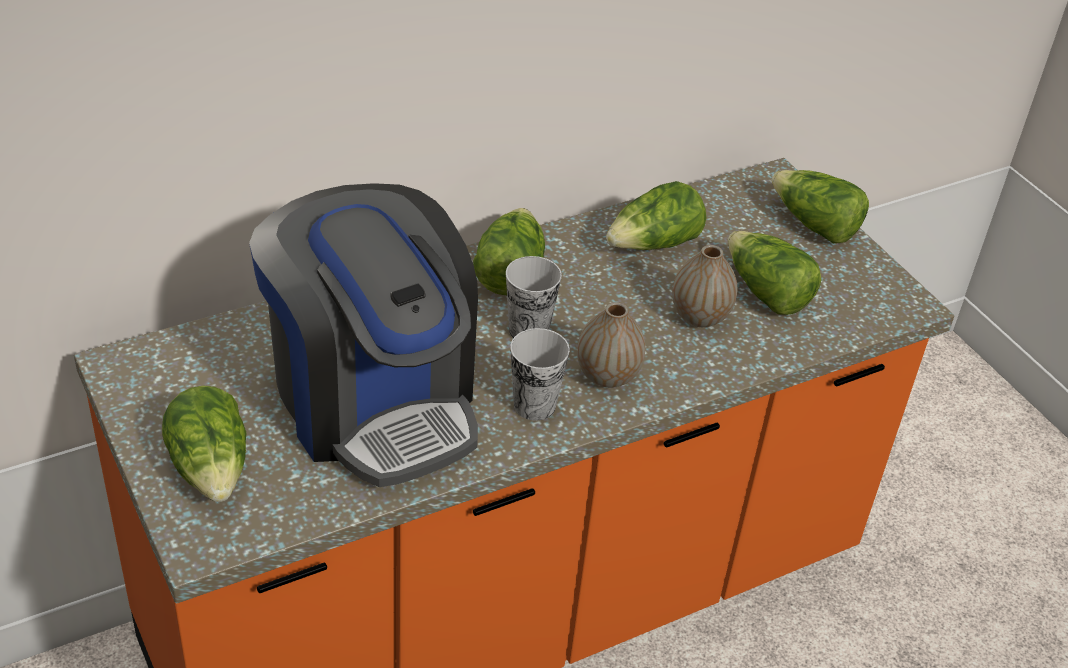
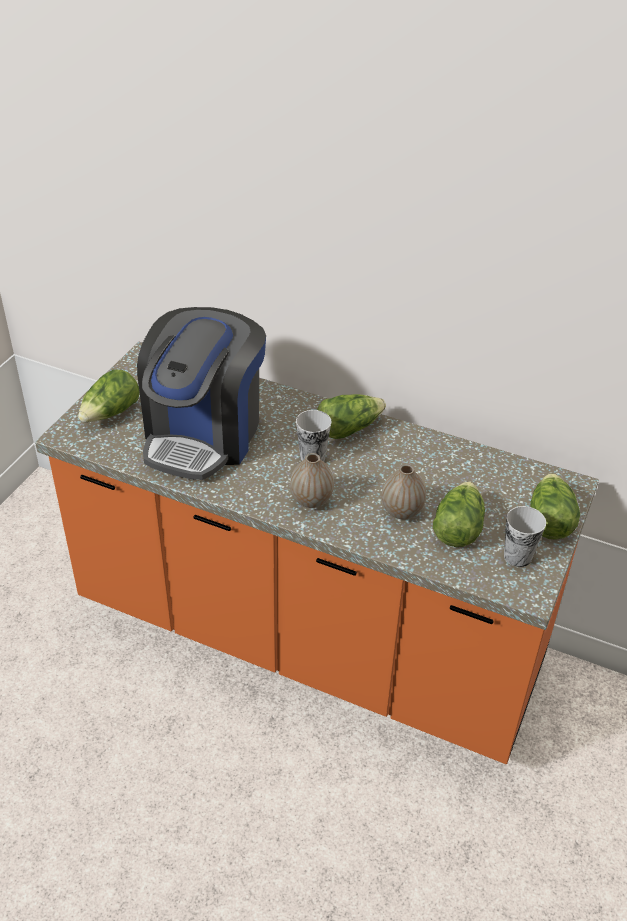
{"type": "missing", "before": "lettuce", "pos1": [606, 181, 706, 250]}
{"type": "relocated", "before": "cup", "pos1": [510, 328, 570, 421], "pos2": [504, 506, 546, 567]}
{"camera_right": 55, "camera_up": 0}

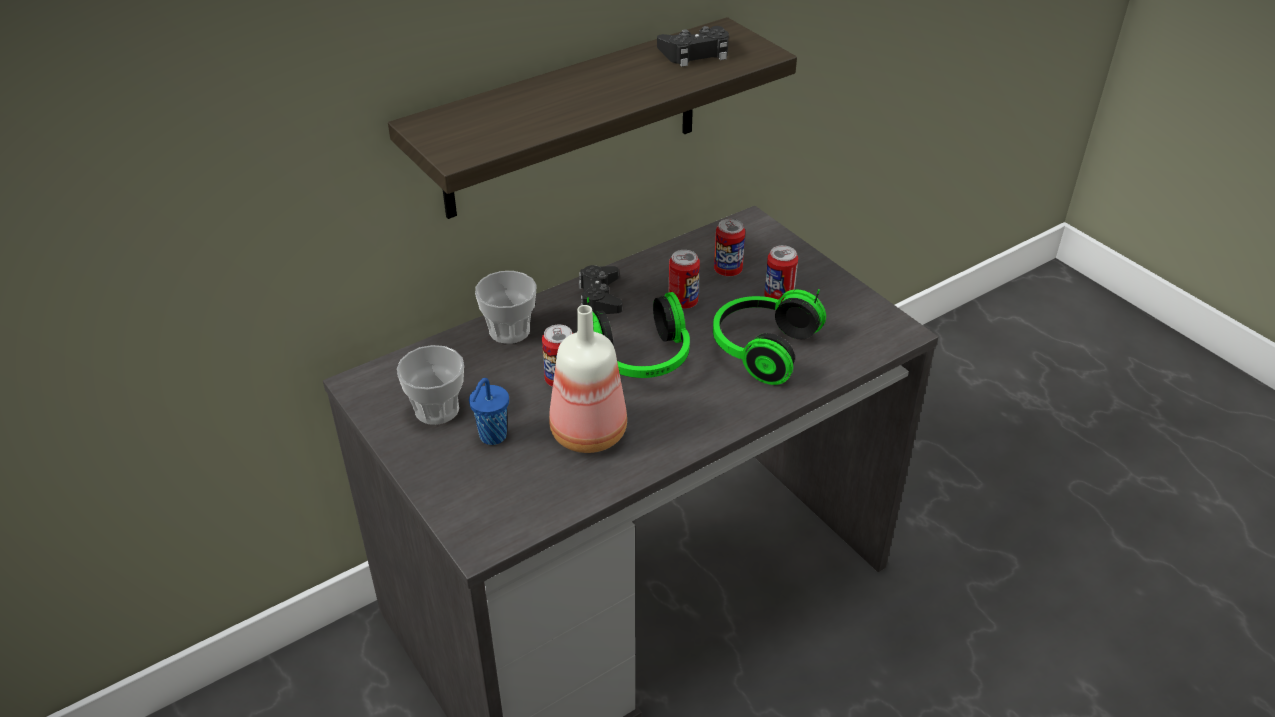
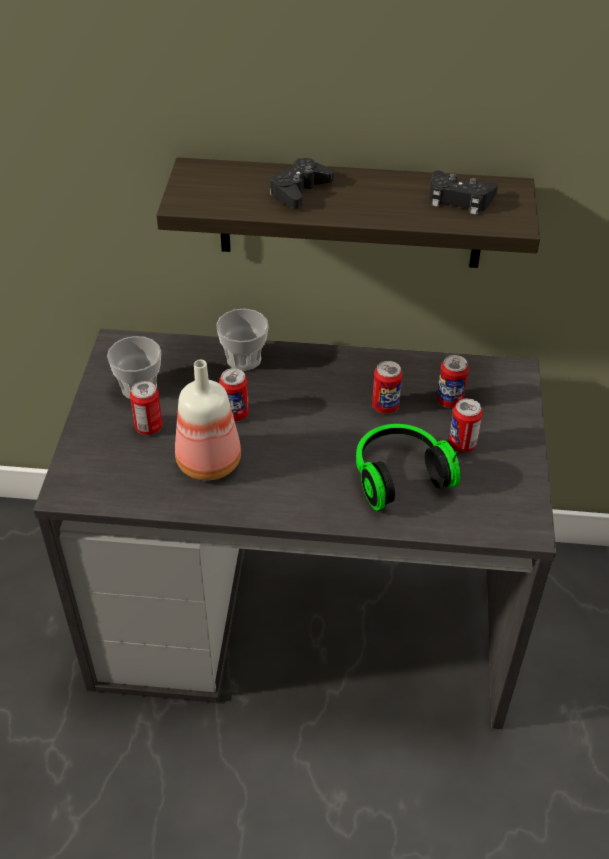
{"type": "missing", "before": "headphones", "pos1": [587, 292, 690, 378]}
{"type": "relocated", "before": "black game controller", "pos1": [579, 265, 623, 314], "pos2": [270, 158, 334, 208]}
{"type": "exchanged", "before": "blue cup", "after": "can", "pos1": [469, 378, 509, 445], "pos2": [130, 381, 163, 435]}
{"camera_right": 40, "camera_up": 5}

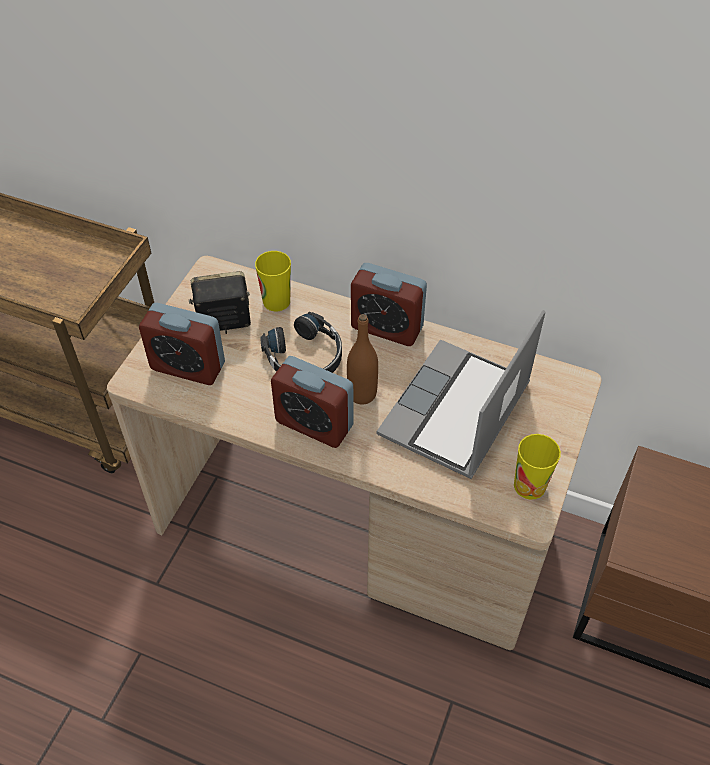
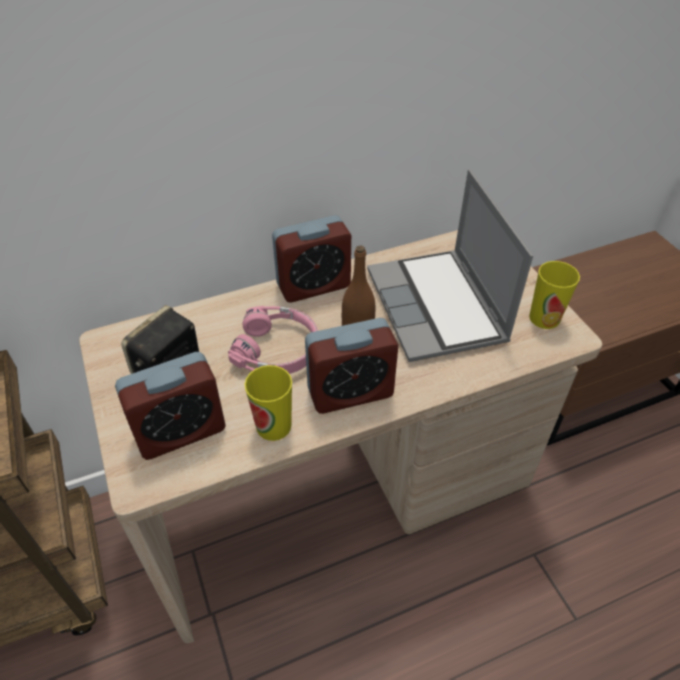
{"type": "relocated", "before": "cup", "pos1": [255, 251, 291, 311], "pos2": [245, 365, 292, 441]}
{"type": "colour", "before": "black headphones", "after": "pink headphones", "pos1": [260, 312, 342, 373], "pos2": [228, 306, 318, 374]}
{"camera_right": -45, "camera_up": -5}

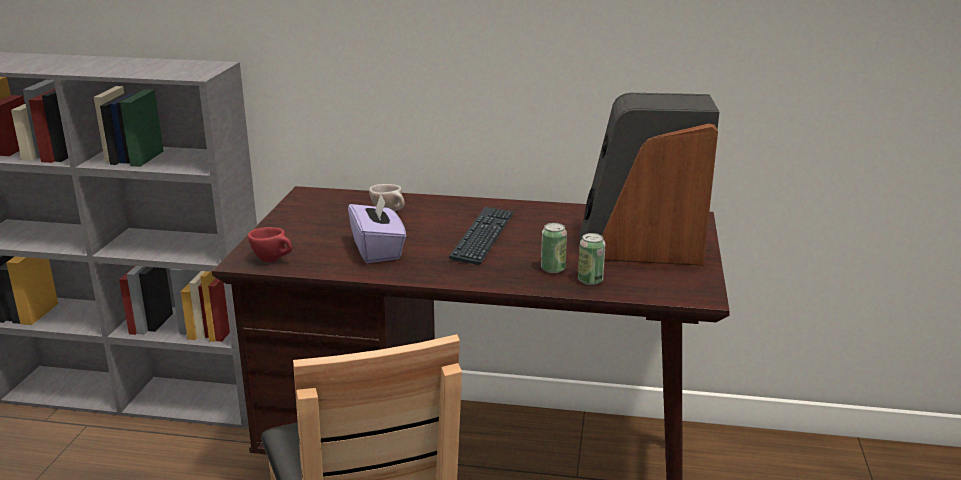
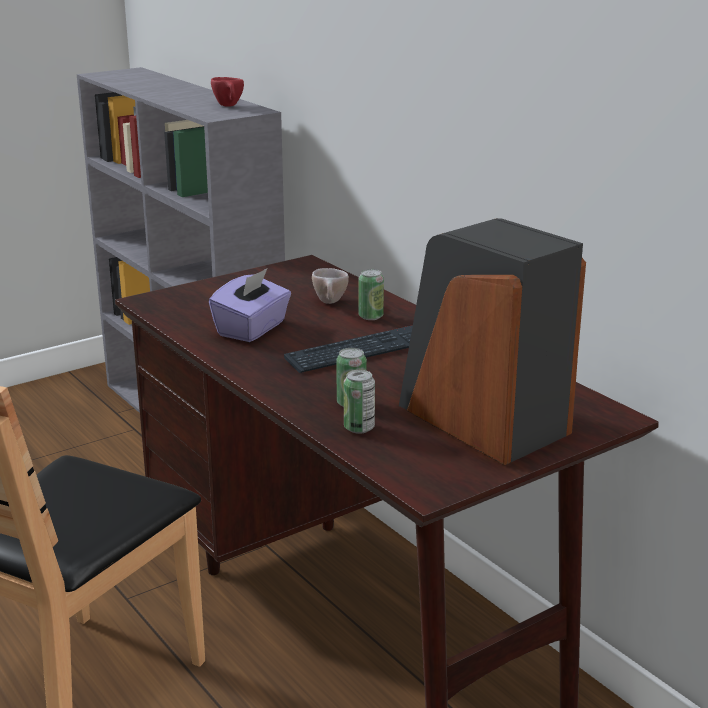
{"type": "appeared", "after": "can", "pos2": [359, 269, 384, 320]}
{"type": "relocated", "before": "red cup", "pos1": [248, 227, 292, 262], "pos2": [211, 77, 244, 107]}
{"camera_right": 45, "camera_up": 0}

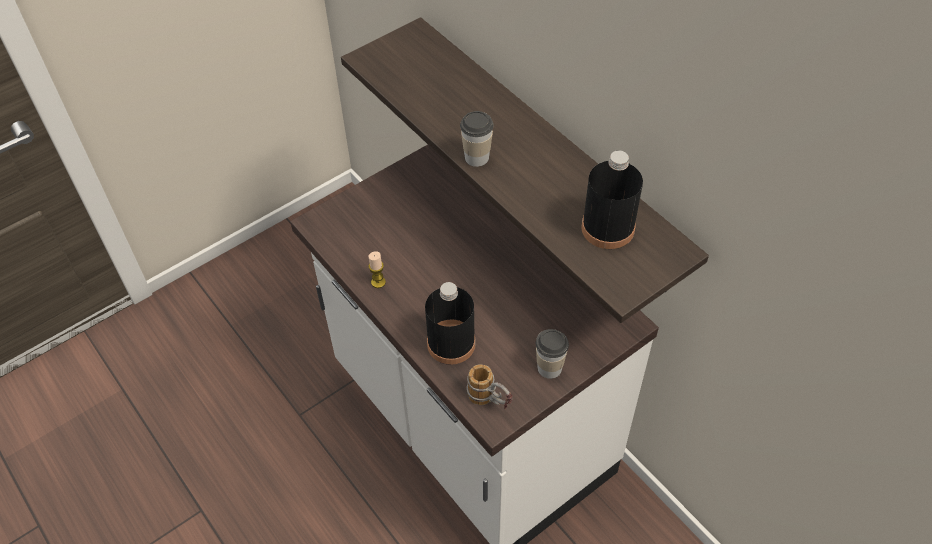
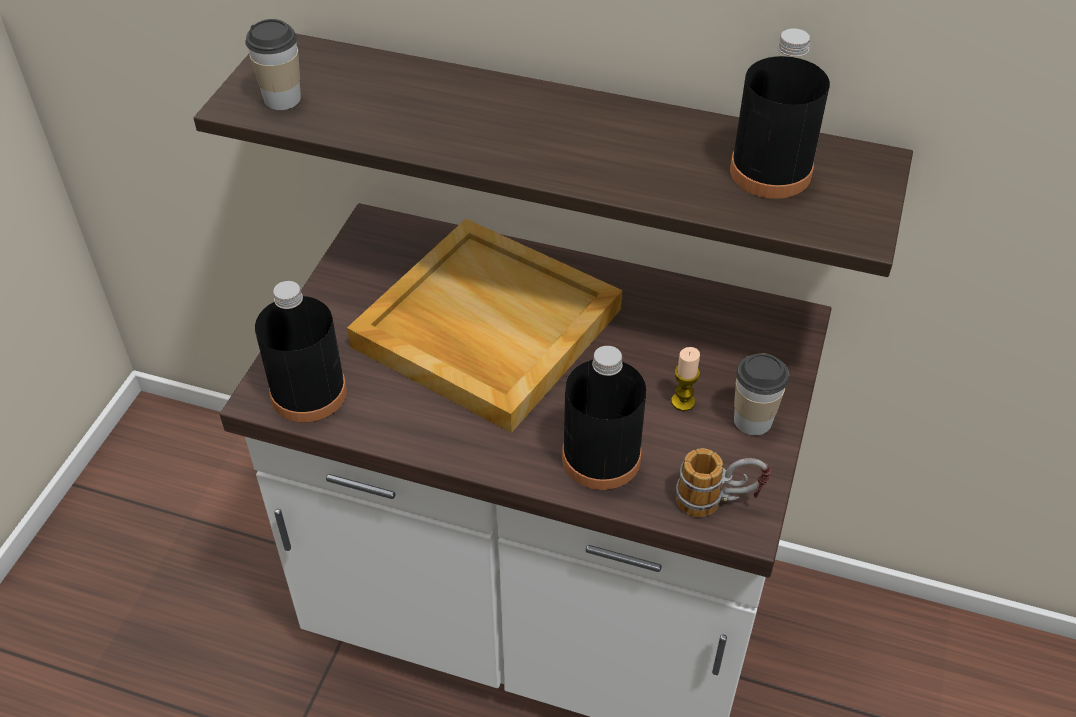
{"type": "appeared", "after": "black bottle", "pos2": [255, 281, 347, 423]}
{"type": "appeared", "after": "beige tray", "pos2": [347, 219, 622, 433]}
{"type": "relocated", "before": "candle", "pos1": [368, 251, 386, 288], "pos2": [671, 347, 700, 411]}
{"type": "relocated", "before": "cup", "pos1": [460, 111, 494, 167], "pos2": [245, 19, 301, 110]}
{"camera_right": -35, "camera_up": -5}

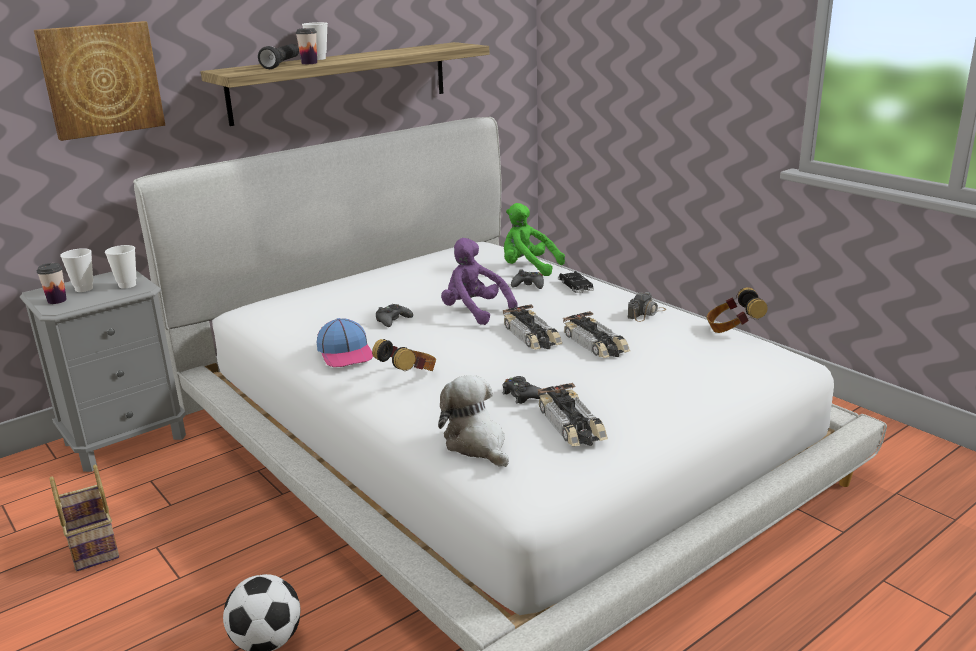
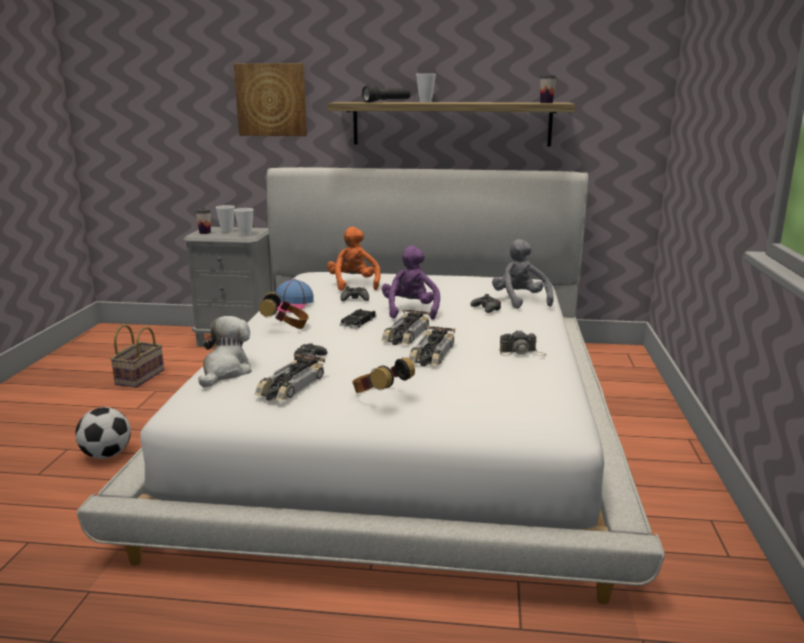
{"type": "appeared", "after": "orange plush toy", "pos2": [327, 227, 381, 291]}
{"type": "relocated", "before": "cup", "pos1": [296, 28, 317, 64], "pos2": [540, 75, 556, 103]}
{"type": "relocated", "before": "black toy car", "pos1": [558, 271, 594, 293], "pos2": [340, 309, 377, 328]}
{"type": "relocated", "before": "headphones", "pos1": [707, 287, 768, 333], "pos2": [352, 357, 415, 393]}
{"type": "colour", "before": "green plush toy", "after": "grey plush toy", "pos1": [504, 203, 565, 276], "pos2": [492, 239, 554, 309]}
{"camera_right": 45, "camera_up": -5}

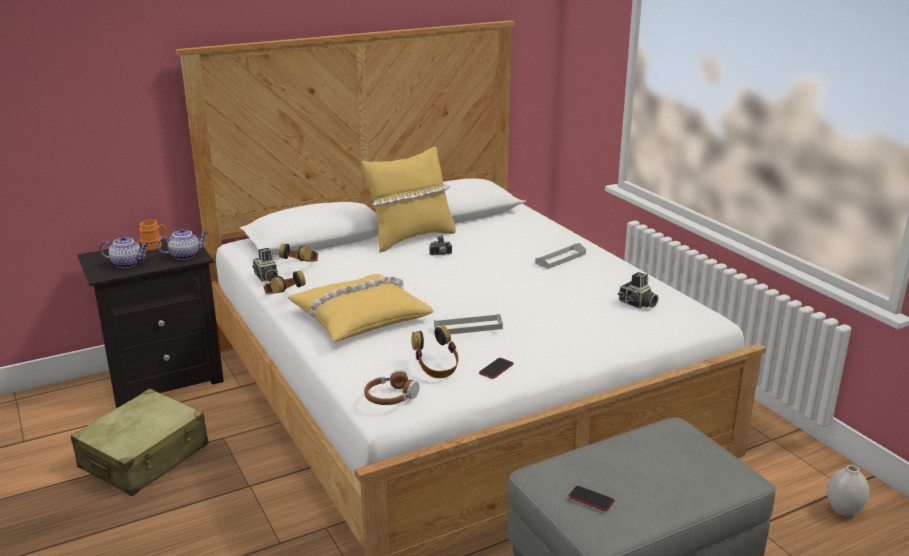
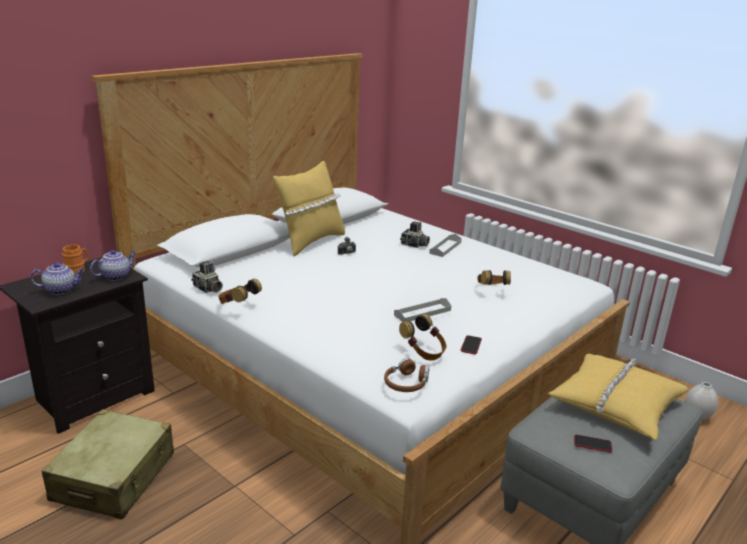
{"type": "relocated", "before": "headphones", "pos1": [279, 243, 318, 262], "pos2": [477, 270, 511, 285]}
{"type": "relocated", "before": "yellow pillow", "pos1": [288, 274, 434, 341], "pos2": [548, 354, 689, 440]}
{"type": "relocated", "before": "photo camera", "pos1": [618, 272, 659, 309], "pos2": [400, 221, 430, 248]}
{"camera_right": -20, "camera_up": 0}

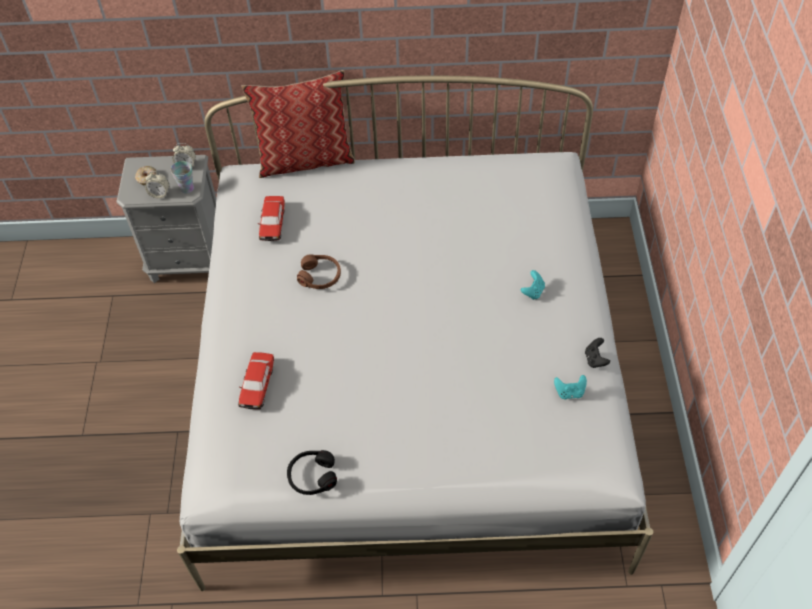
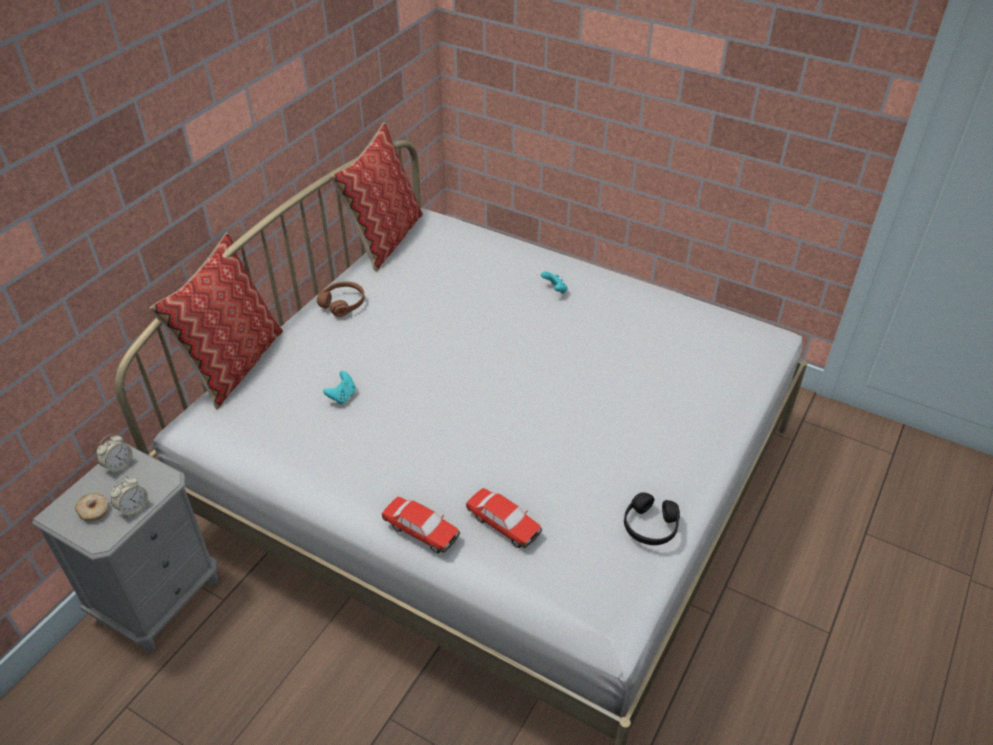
{"type": "missing", "before": "cup", "pos1": [171, 161, 194, 194]}
{"type": "missing", "before": "black game controller", "pos1": [585, 338, 610, 368]}
{"type": "appeared", "after": "pillow", "pos2": [330, 123, 423, 272]}
{"type": "relocated", "before": "toy car", "pos1": [258, 196, 285, 241], "pos2": [382, 497, 460, 553]}
{"type": "relocated", "before": "brown headphones", "pos1": [297, 254, 341, 289], "pos2": [317, 282, 365, 317]}
{"type": "relocated", "before": "turquoise game controller", "pos1": [554, 375, 587, 399], "pos2": [323, 371, 356, 404]}
{"camera_right": -60, "camera_up": -10}

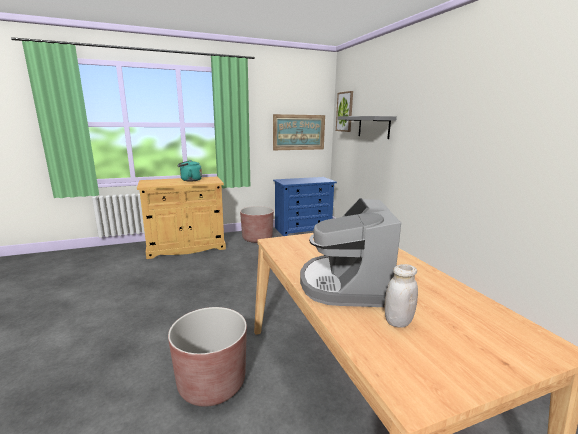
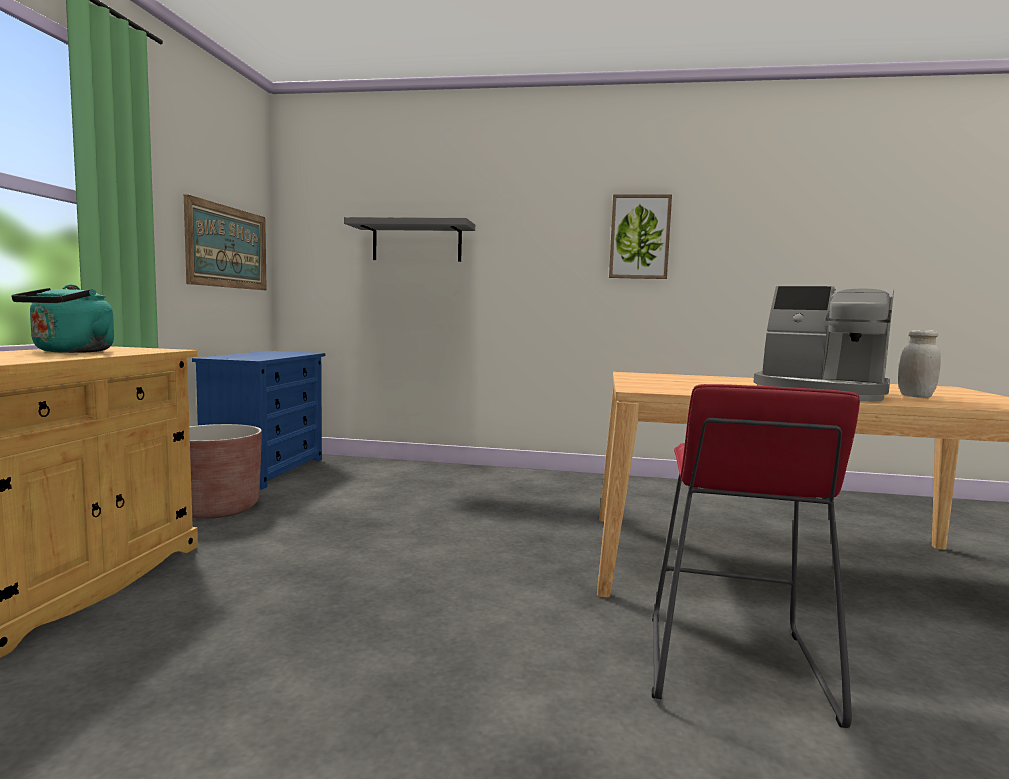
{"type": "relocated", "before": "picture", "pos1": [336, 91, 353, 132], "pos2": [609, 194, 672, 279]}
{"type": "exchanged", "before": "brown planter", "after": "red stool", "pos1": [168, 307, 247, 407], "pos2": [652, 384, 860, 728]}
{"camera_right": -60, "camera_up": -10}

